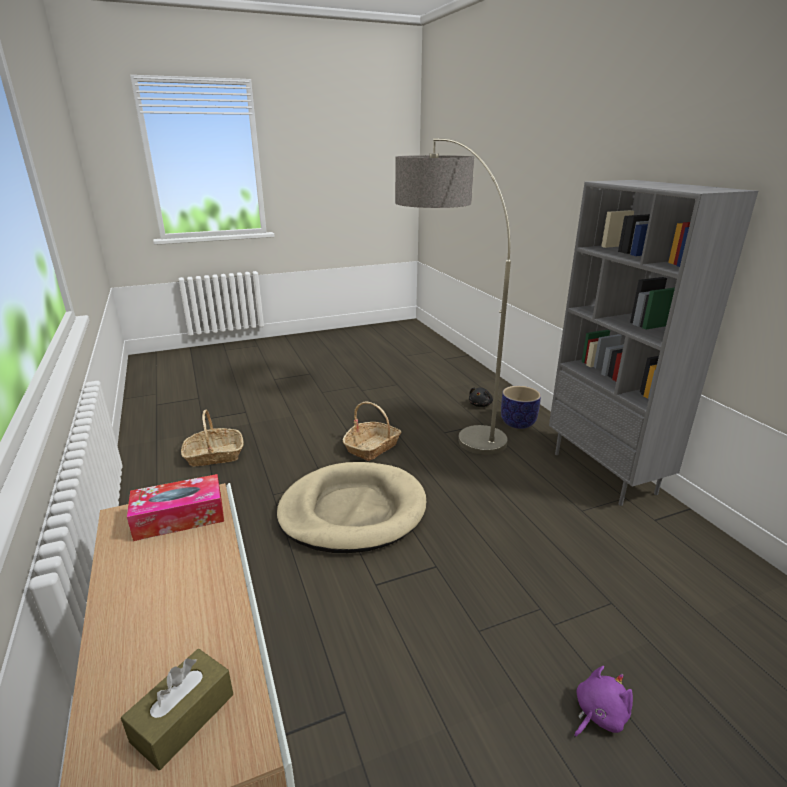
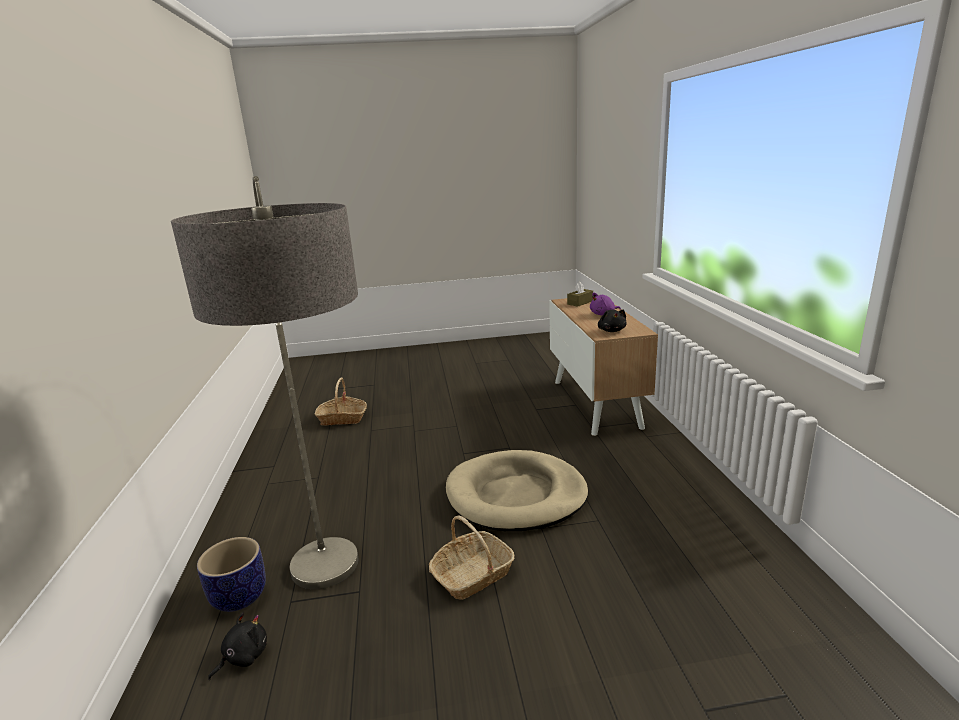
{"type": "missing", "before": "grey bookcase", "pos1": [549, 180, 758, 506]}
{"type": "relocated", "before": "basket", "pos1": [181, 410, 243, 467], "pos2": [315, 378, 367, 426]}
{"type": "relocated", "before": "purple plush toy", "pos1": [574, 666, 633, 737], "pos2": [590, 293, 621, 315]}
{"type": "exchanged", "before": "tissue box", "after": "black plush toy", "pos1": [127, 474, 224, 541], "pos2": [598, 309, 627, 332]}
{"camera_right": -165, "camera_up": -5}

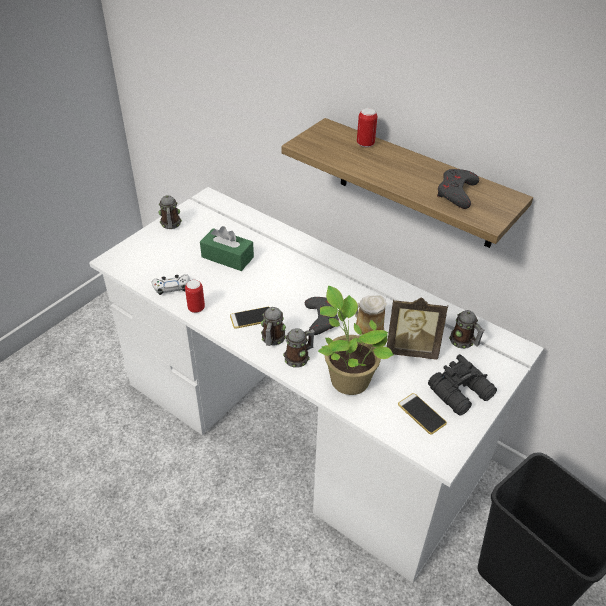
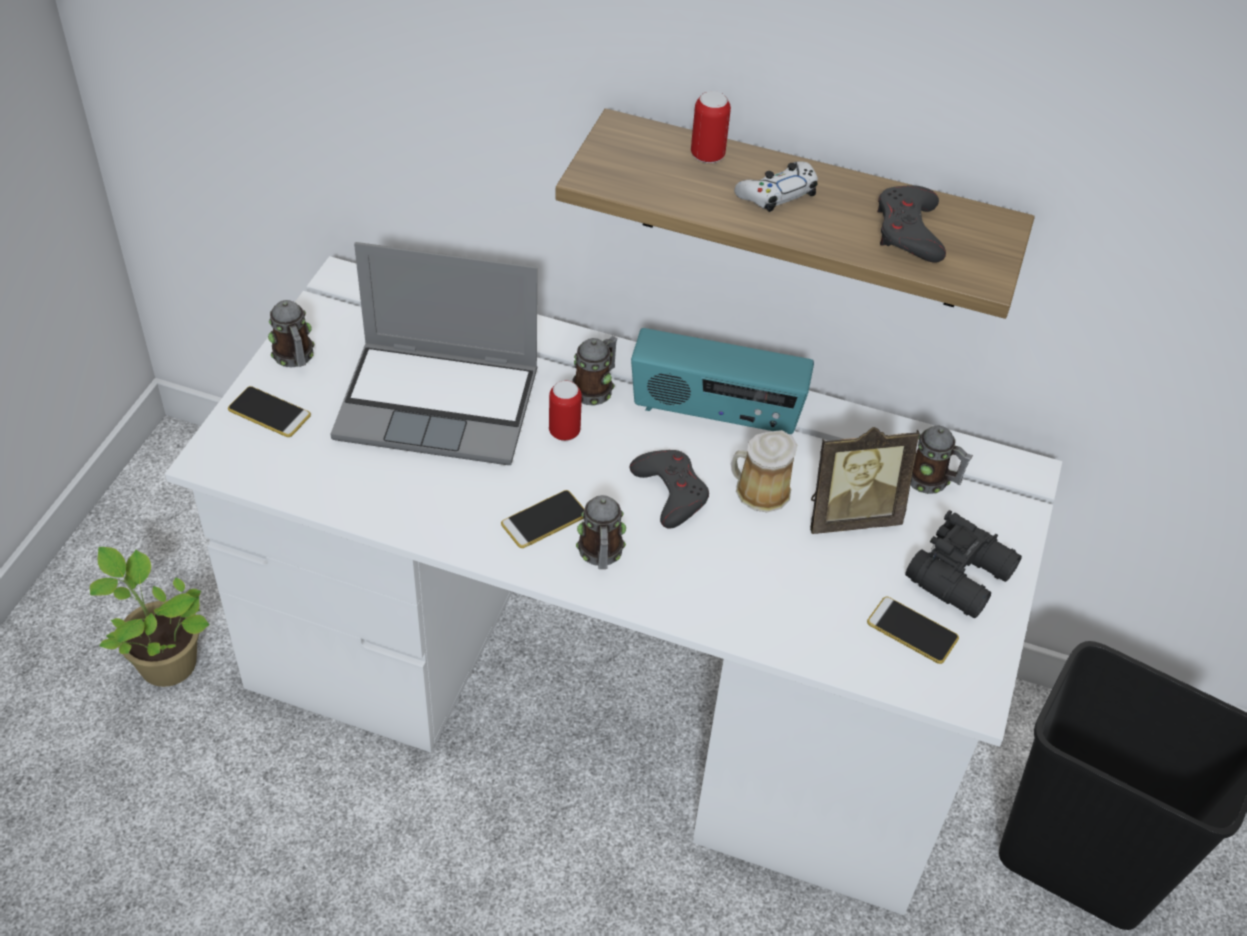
{"type": "appeared", "after": "phone", "pos2": [228, 386, 311, 437]}
{"type": "appeared", "after": "radio", "pos2": [631, 328, 814, 434]}
{"type": "relocated", "before": "white game controller", "pos1": [152, 274, 190, 295], "pos2": [734, 161, 818, 212]}
{"type": "relocated", "before": "can", "pos1": [185, 280, 205, 313], "pos2": [549, 381, 582, 441]}
{"type": "relocated", "before": "mug", "pos1": [283, 328, 315, 368], "pos2": [572, 336, 617, 406]}
{"type": "relocated", "before": "potted plant", "pos1": [318, 286, 394, 395], "pos2": [90, 547, 210, 687]}
{"type": "exchanged", "before": "green tissue box", "after": "laptop", "pos1": [200, 226, 254, 271], "pos2": [330, 242, 537, 465]}
{"camera_right": -20, "camera_up": 5}

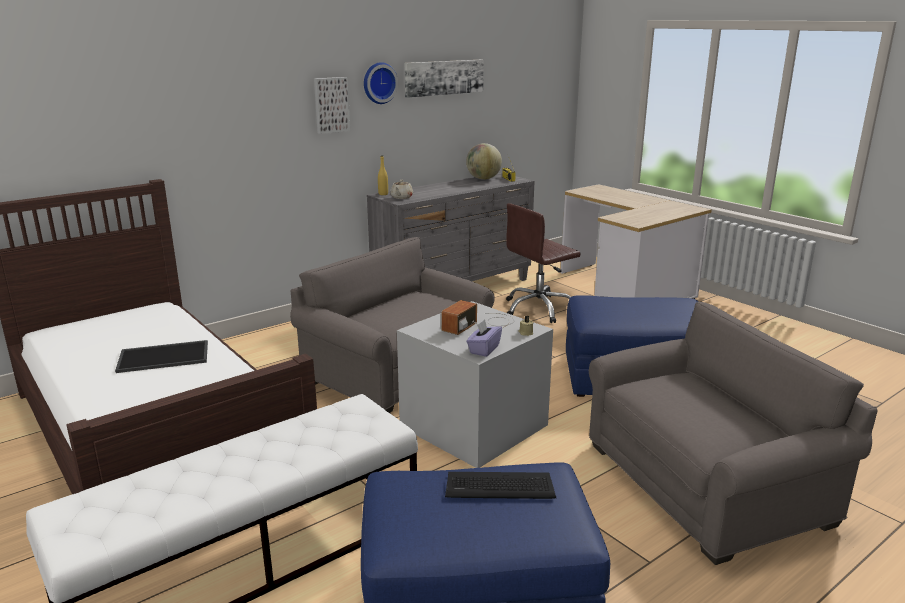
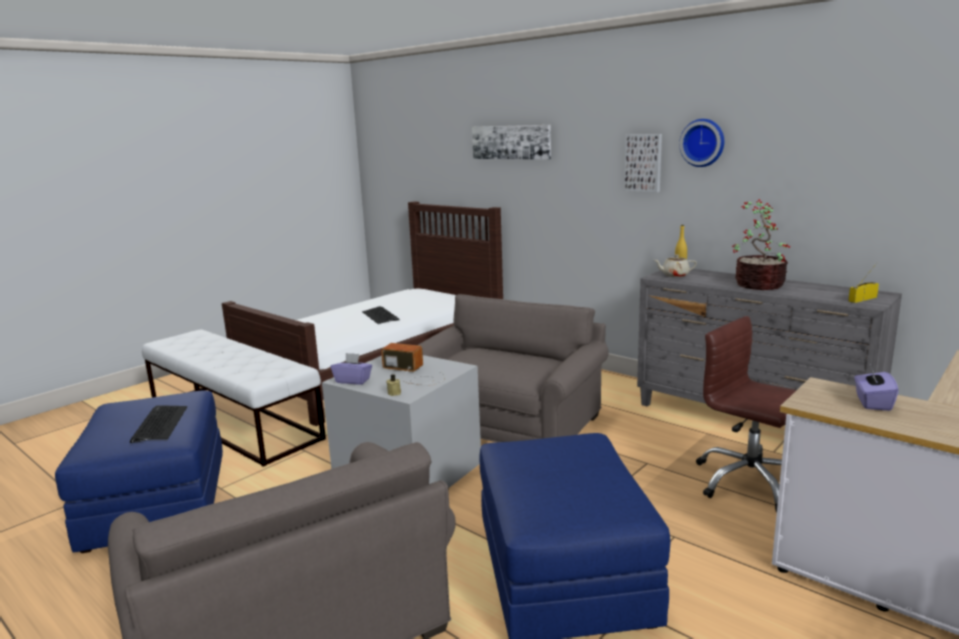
{"type": "missing", "before": "globe", "pos1": [466, 143, 502, 180]}
{"type": "appeared", "after": "potted plant", "pos2": [732, 199, 791, 290]}
{"type": "appeared", "after": "purple tissue box", "pos2": [854, 364, 899, 411]}
{"type": "relocated", "before": "picture", "pos1": [404, 60, 484, 98], "pos2": [472, 125, 551, 160]}
{"type": "exchanged", "before": "tray", "after": "keyboard", "pos1": [115, 340, 208, 373], "pos2": [362, 306, 400, 324]}
{"camera_right": 80, "camera_up": -5}

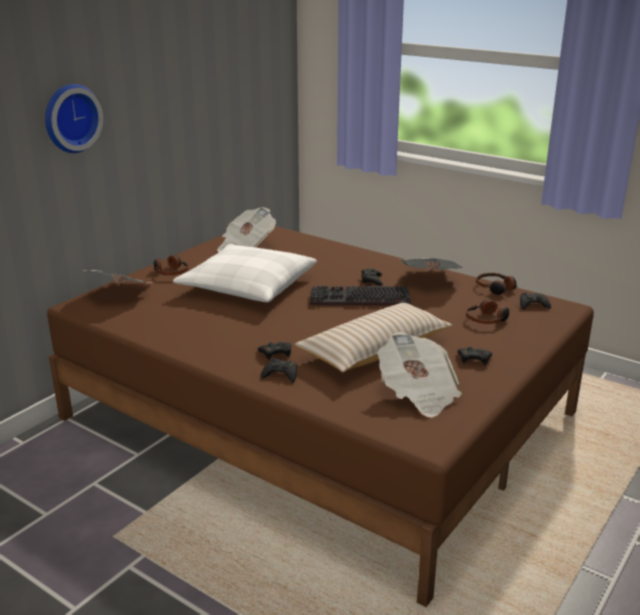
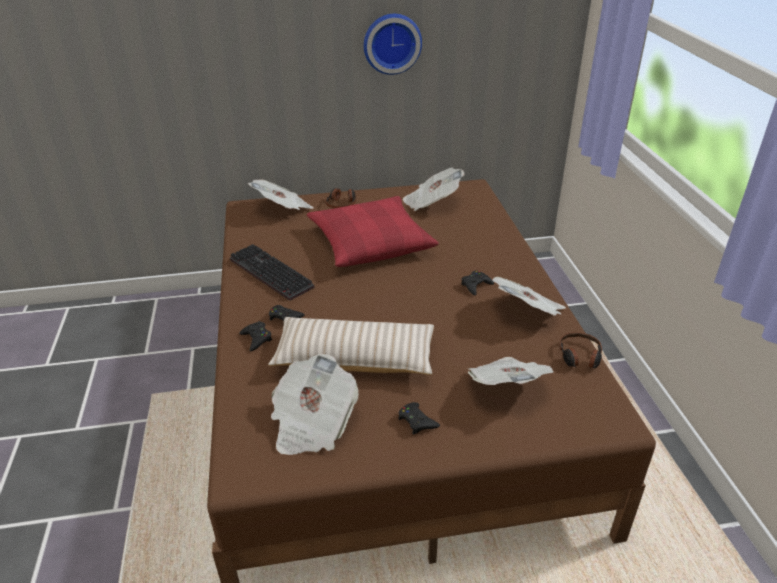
{"type": "missing", "before": "black game controller", "pos1": [520, 292, 551, 310]}
{"type": "relocated", "before": "wall clock", "pos1": [45, 84, 103, 153], "pos2": [364, 14, 422, 75]}
{"type": "relocated", "before": "keyboard", "pos1": [310, 286, 411, 306], "pos2": [230, 244, 315, 301]}
{"type": "exchanged", "before": "headphones", "after": "newspaper", "pos1": [466, 299, 510, 324], "pos2": [468, 357, 554, 385]}
{"type": "colour", "before": "white pillow", "after": "red pillow", "pos1": [173, 244, 317, 302], "pos2": [307, 196, 439, 267]}
{"camera_right": 45, "camera_up": 10}

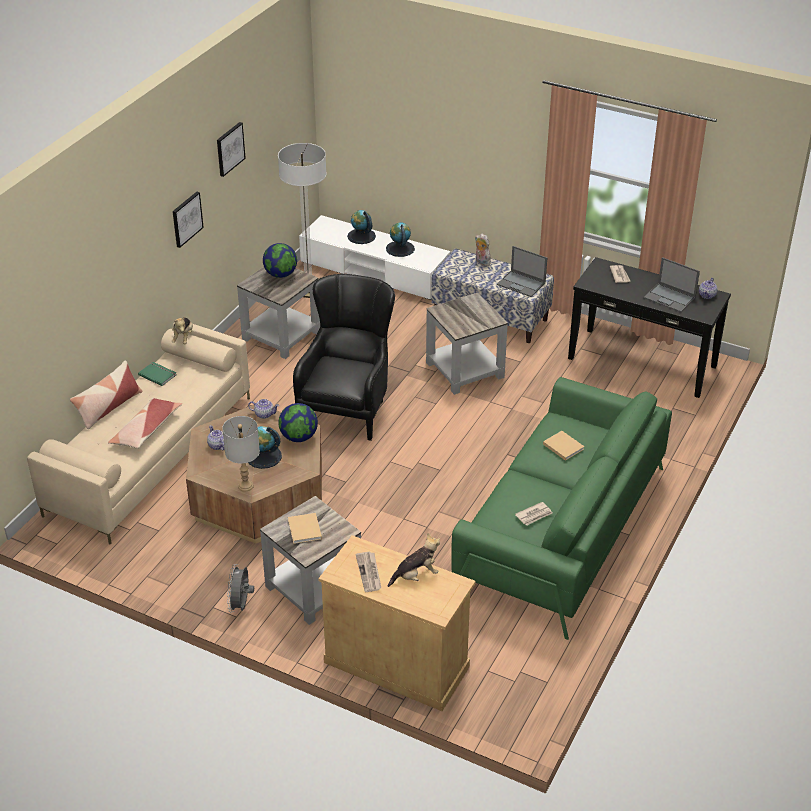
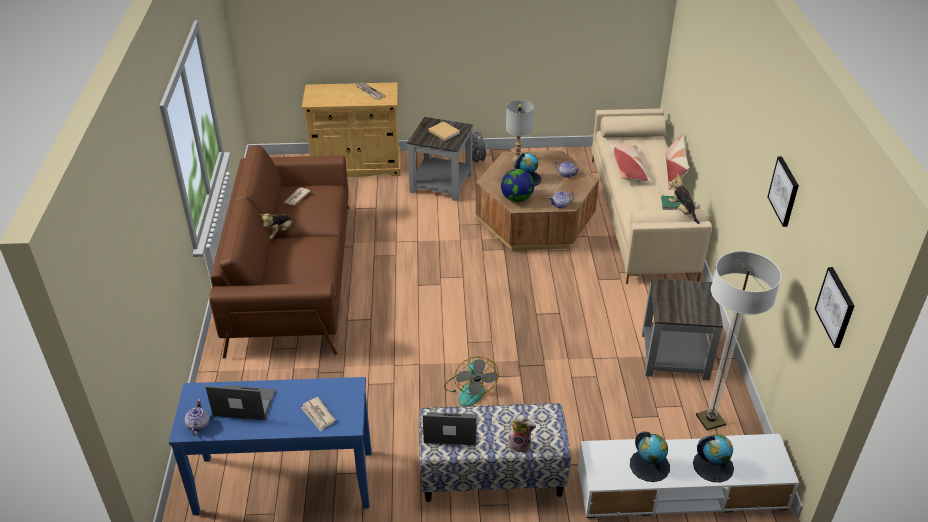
{"type": "missing", "before": "globe", "pos1": [263, 243, 297, 278]}
{"type": "missing", "before": "black armchair", "pos1": [293, 274, 395, 441]}
{"type": "missing", "before": "beige book", "pos1": [543, 431, 585, 461]}
{"type": "relocated", "before": "picture", "pos1": [172, 192, 204, 248], "pos2": [815, 267, 854, 348]}
{"type": "relocated", "before": "plush toy", "pos1": [388, 533, 440, 587], "pos2": [260, 213, 295, 239]}
{"type": "exchanged", "before": "grey side table", "after": "fan", "pos1": [426, 293, 508, 395], "pos2": [444, 357, 499, 406]}
{"type": "colour", "before": "green sofa", "after": "brown sofa", "pos1": [451, 377, 672, 640], "pos2": [209, 145, 350, 358]}
{"type": "colour", "before": "black console table", "after": "blue console table", "pos1": [568, 257, 731, 398], "pos2": [169, 377, 371, 515]}
{"camera_right": 150, "camera_up": 0}

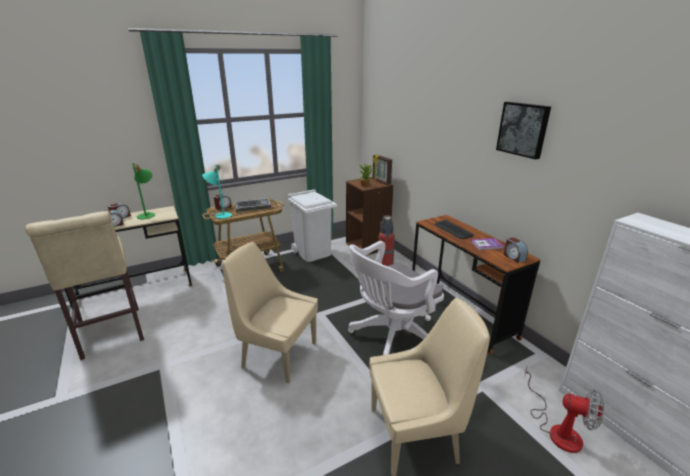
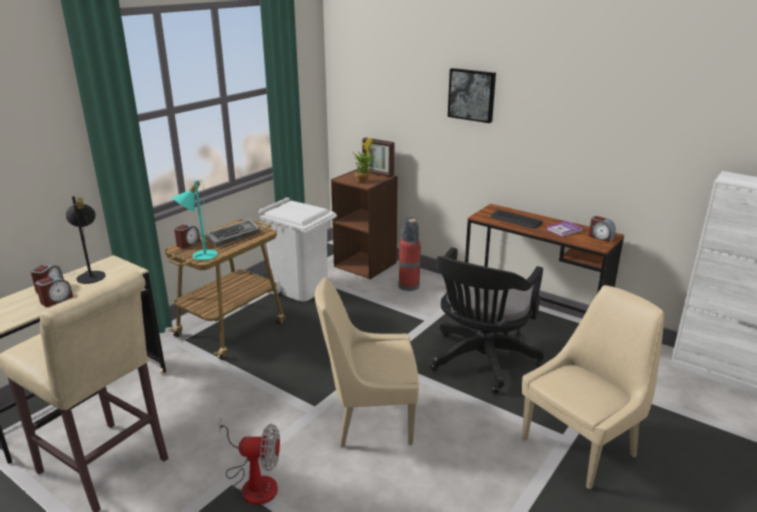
{"type": "relocated", "before": "picture", "pos1": [496, 102, 551, 160], "pos2": [448, 68, 496, 123]}
{"type": "relocated", "before": "fan", "pos1": [525, 367, 604, 453], "pos2": [218, 417, 280, 505]}
{"type": "colour", "before": "green table lamp", "after": "black table lamp", "pos1": [132, 163, 155, 219], "pos2": [65, 196, 106, 284]}
{"type": "colour", "before": "white office chair", "after": "black office chair", "pos1": [348, 241, 444, 355], "pos2": [430, 247, 544, 394]}
{"camera_right": -25, "camera_up": 0}

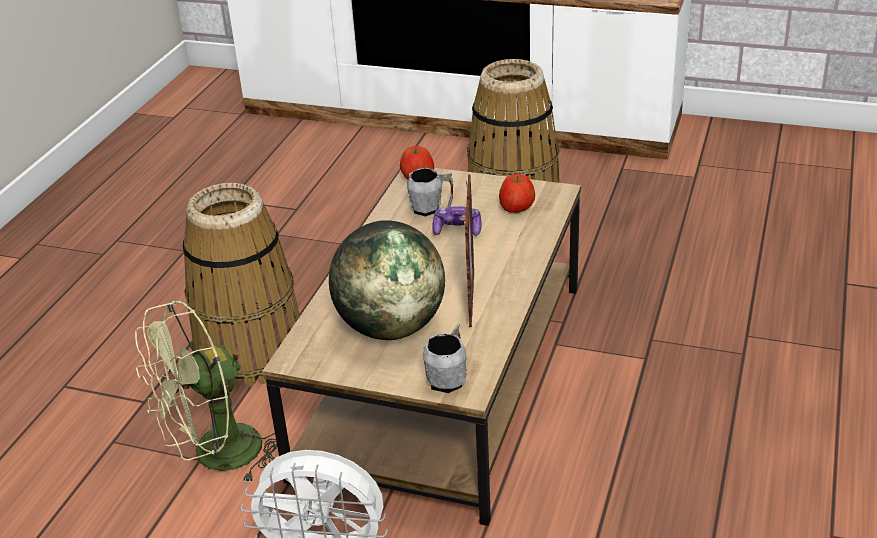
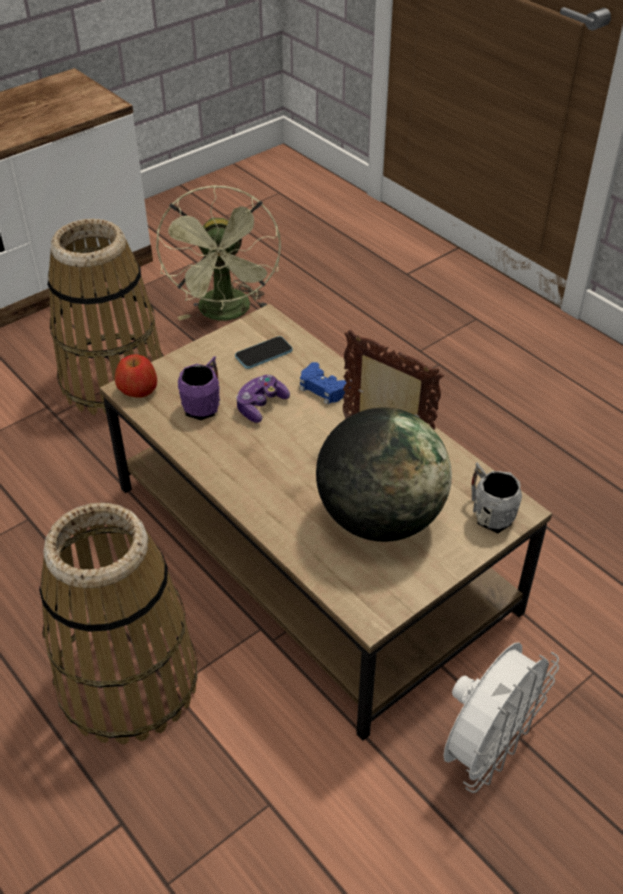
{"type": "appeared", "after": "blue game controller", "pos2": [300, 362, 352, 405]}
{"type": "relocated", "before": "green fan", "pos1": [135, 301, 277, 485], "pos2": [156, 185, 281, 321]}
{"type": "exchanged", "before": "apple", "after": "phone", "pos1": [499, 174, 535, 213], "pos2": [235, 336, 293, 369]}
{"type": "colour", "before": "grey mug", "after": "purple mug", "pos1": [407, 168, 453, 216], "pos2": [178, 356, 220, 420]}
{"camera_right": -60, "camera_up": 10}

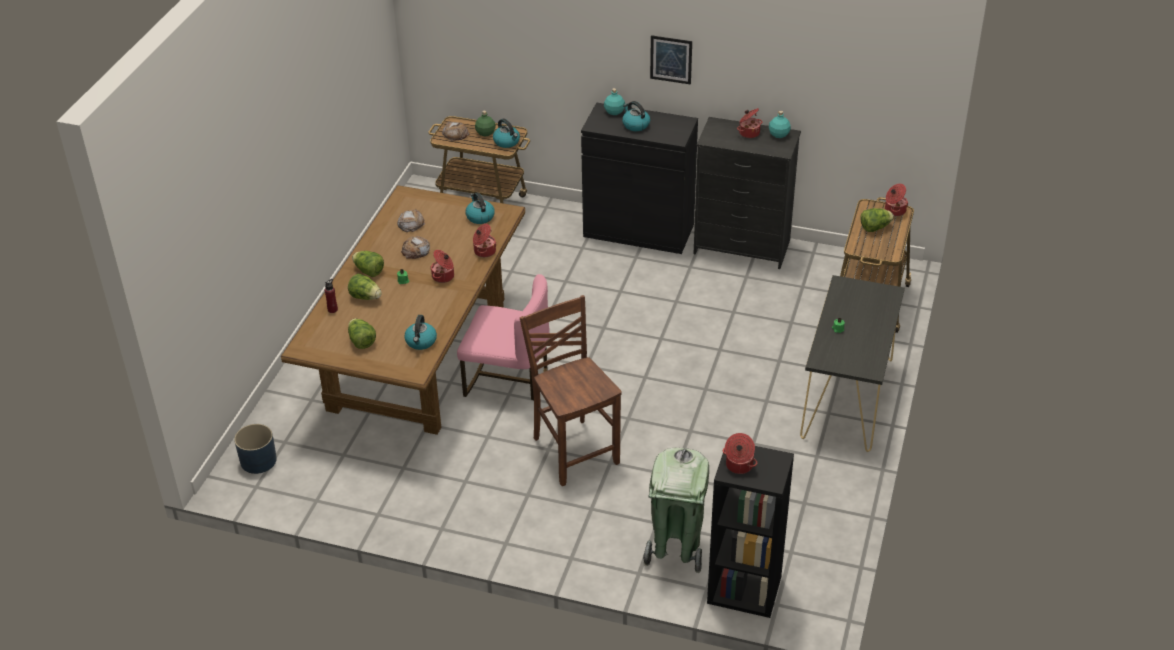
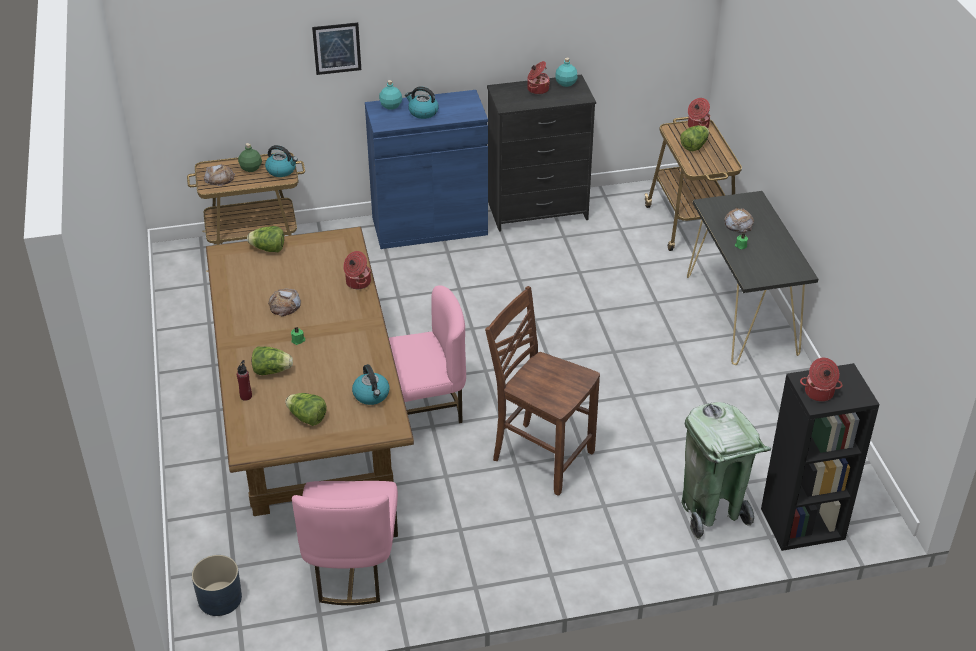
{"type": "missing", "before": "cooking pot", "pos1": [431, 250, 454, 283]}
{"type": "missing", "before": "kettle", "pos1": [465, 192, 495, 224]}
{"type": "appeared", "after": "pink chair", "pos2": [292, 481, 398, 605]}
{"type": "relocated", "before": "lettuce", "pos1": [352, 251, 384, 277], "pos2": [247, 226, 284, 252]}
{"type": "relocated", "before": "bread", "pos1": [397, 209, 426, 232], "pos2": [724, 207, 754, 233]}
{"type": "relocated", "before": "picture", "pos1": [650, 35, 692, 85], "pos2": [312, 22, 361, 75]}
{"type": "colour", "before": "black cabinet", "after": "blue cabinet", "pos1": [581, 103, 698, 254], "pos2": [365, 90, 488, 249]}
{"camera_right": -30, "camera_up": 0}

